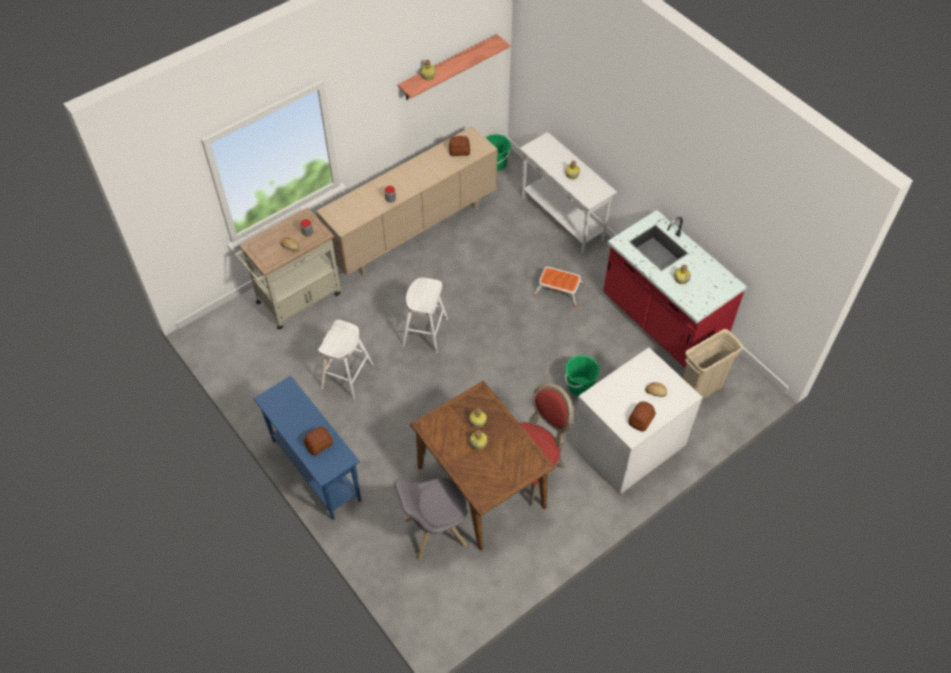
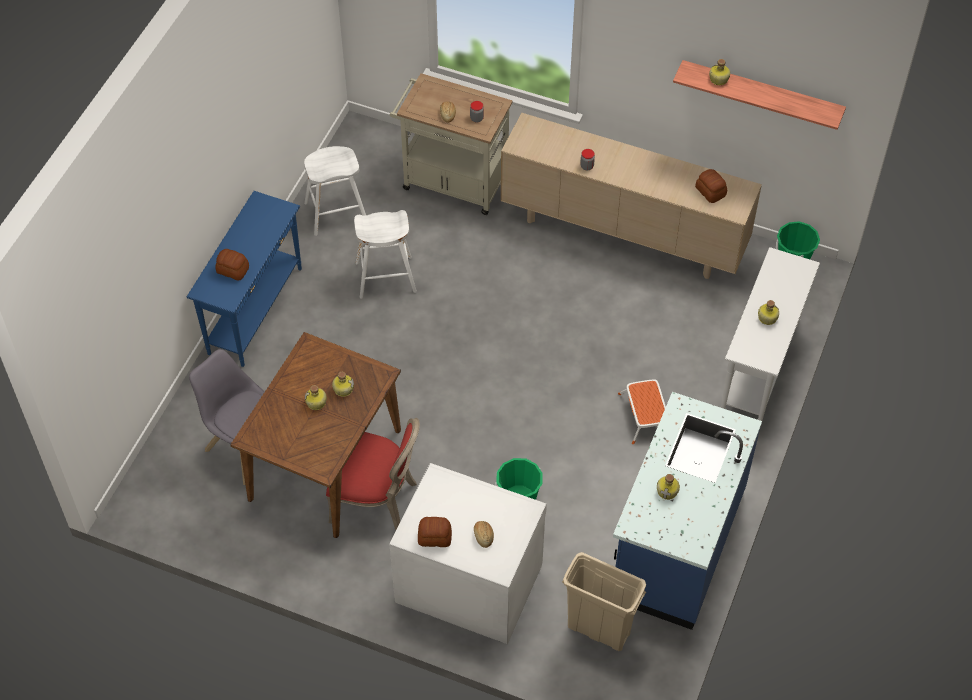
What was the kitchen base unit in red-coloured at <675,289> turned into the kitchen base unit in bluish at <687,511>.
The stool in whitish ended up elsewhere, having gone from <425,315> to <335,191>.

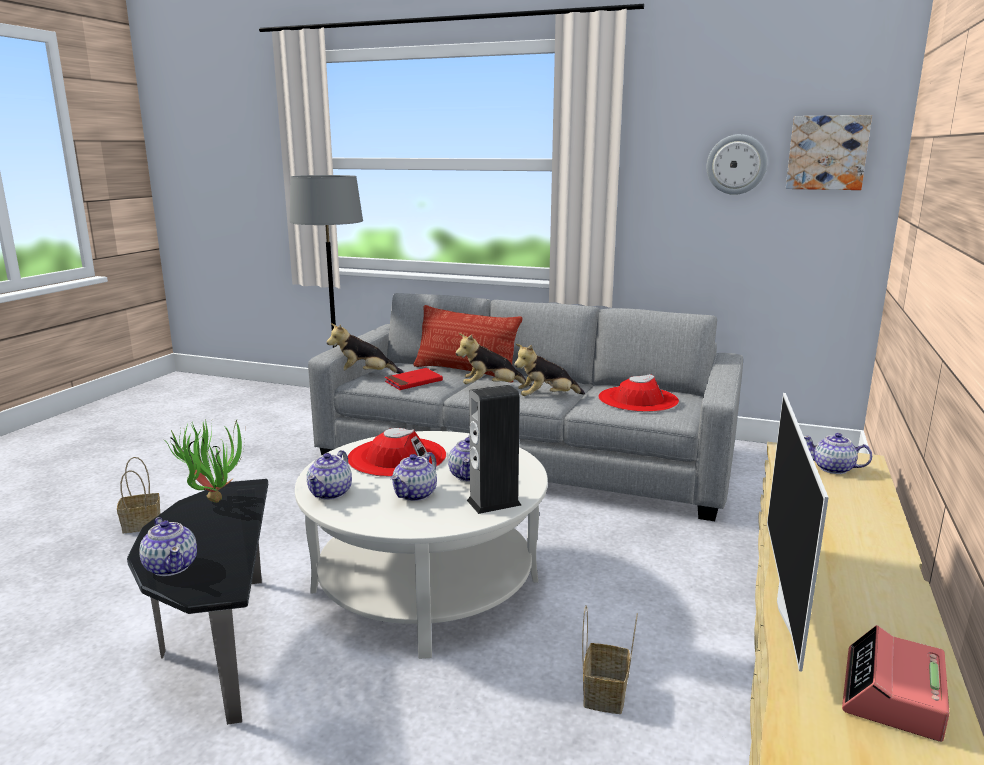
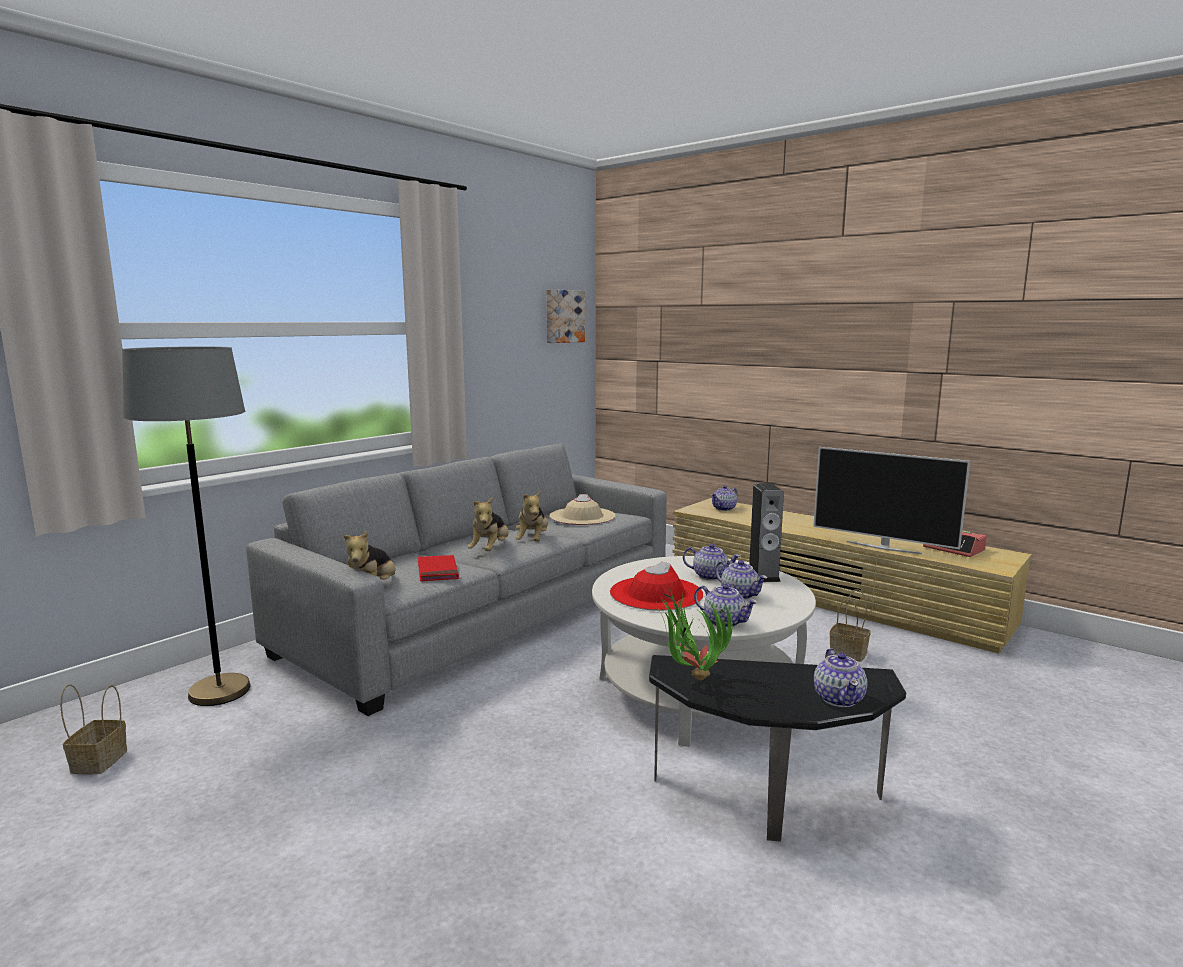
The second view lost the hanging clock at <737,164>.
The second view lost the pillow at <467,343>.
What was the clothing hat in red-coloured at <638,393> turned into the clothing hat in beige at <583,509>.
The storage basket ended up elsewhere, having gone from <138,495> to <93,729>.
The tea pot at <168,546> ended up facing another way, 105 degrees clockwise from before.

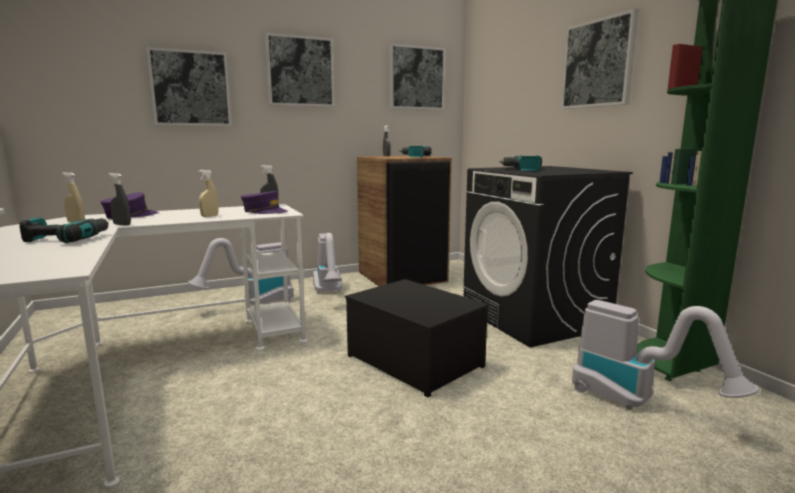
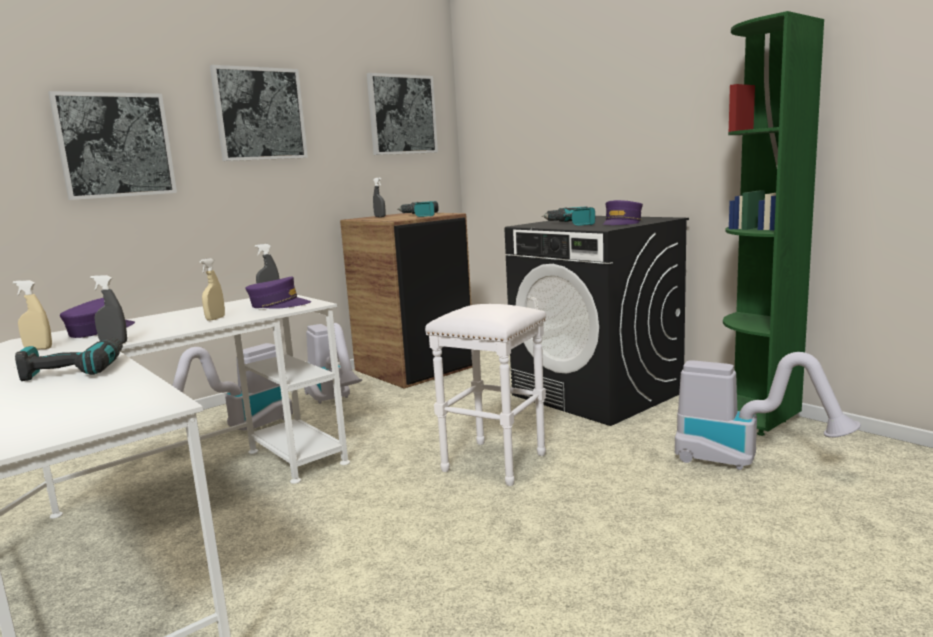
The second view lost the wall picture at <600,59>.
Where the storage box stood at <417,338>, the stool in whitish came to stand at <485,395>.
The second view gained the peaked cap in purple at <623,212>.

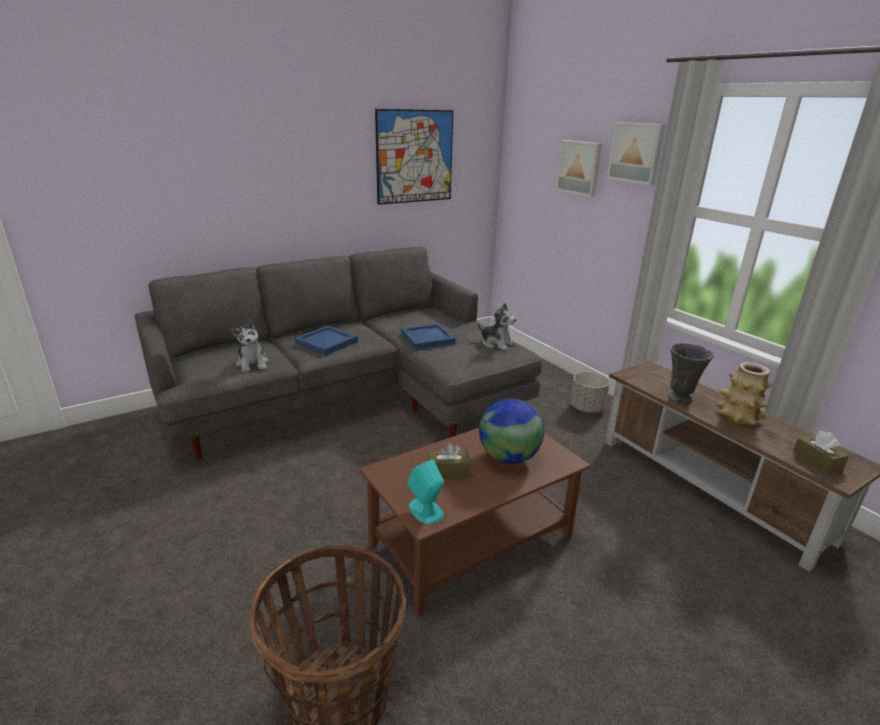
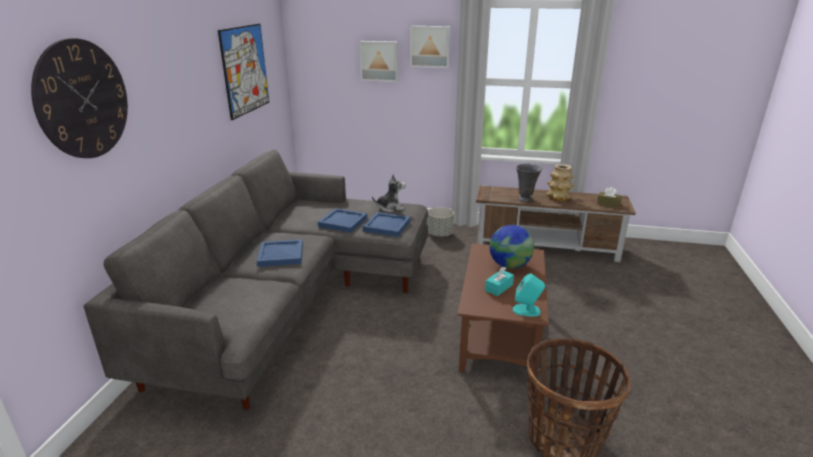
The second view lost the cuddly toy at <249,345>.
What was the box of tissues in brown-coloured at <449,460> turned into the box of tissues in turquoise-coloured at <499,281>.
The second view gained the hanging clock at <79,98>.
The second view gained the serving tray in bluish at <386,224>.

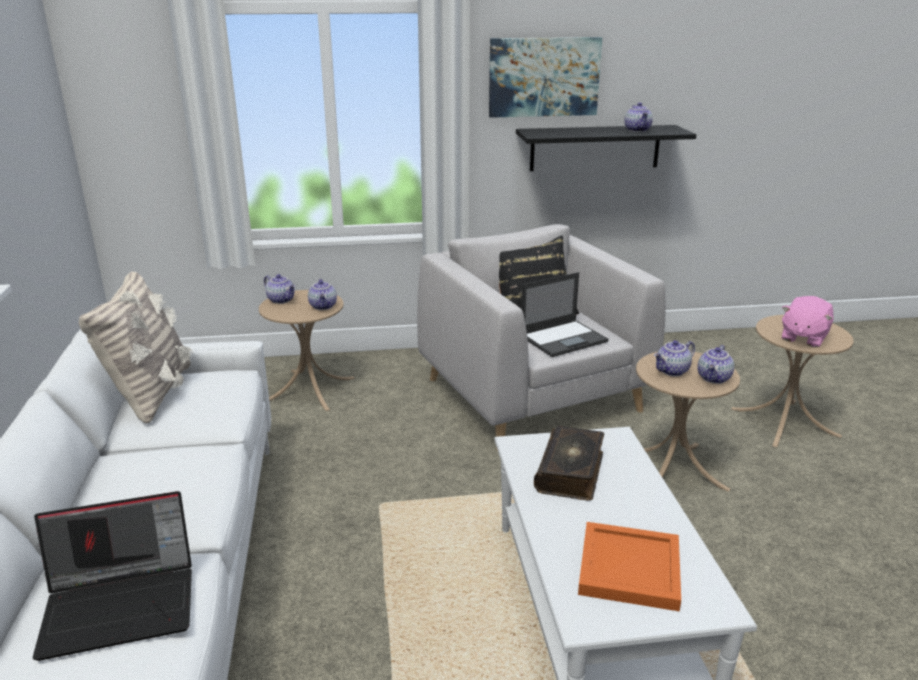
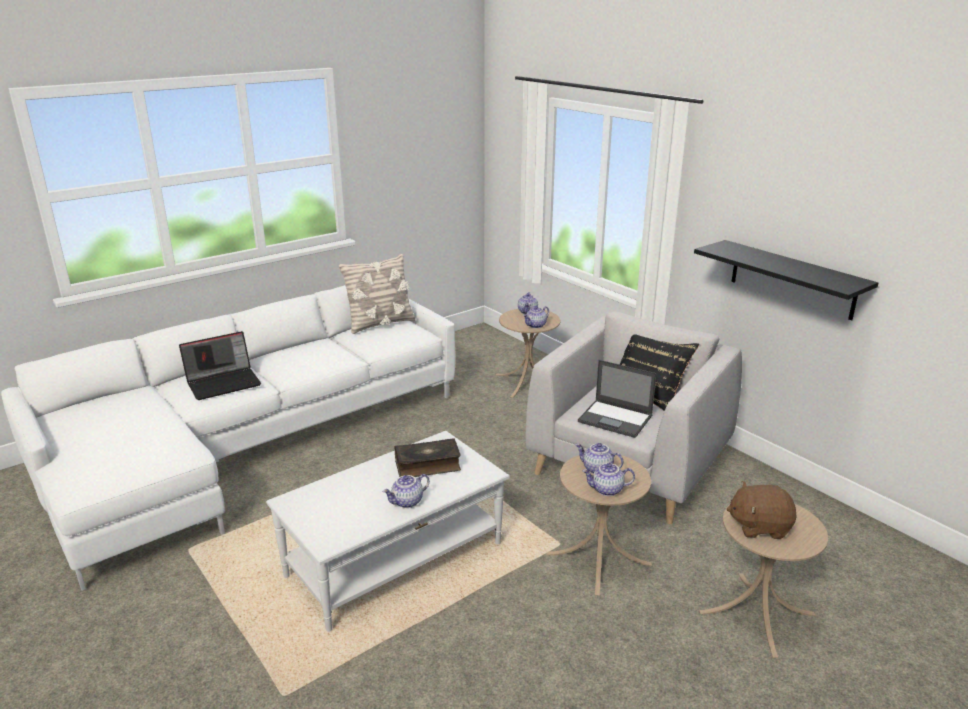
The second view lost the wall picture at <545,77>.
The tea pot ended up elsewhere, having gone from <638,117> to <406,491>.
What was the cuddly toy in pink-coloured at <808,321> turned into the cuddly toy in brown-coloured at <762,510>.
The notebook computer at <112,576> ended up facing another way, 75 degrees counterclockwise from before.
The second view lost the serving tray in orange-coloured at <629,567>.

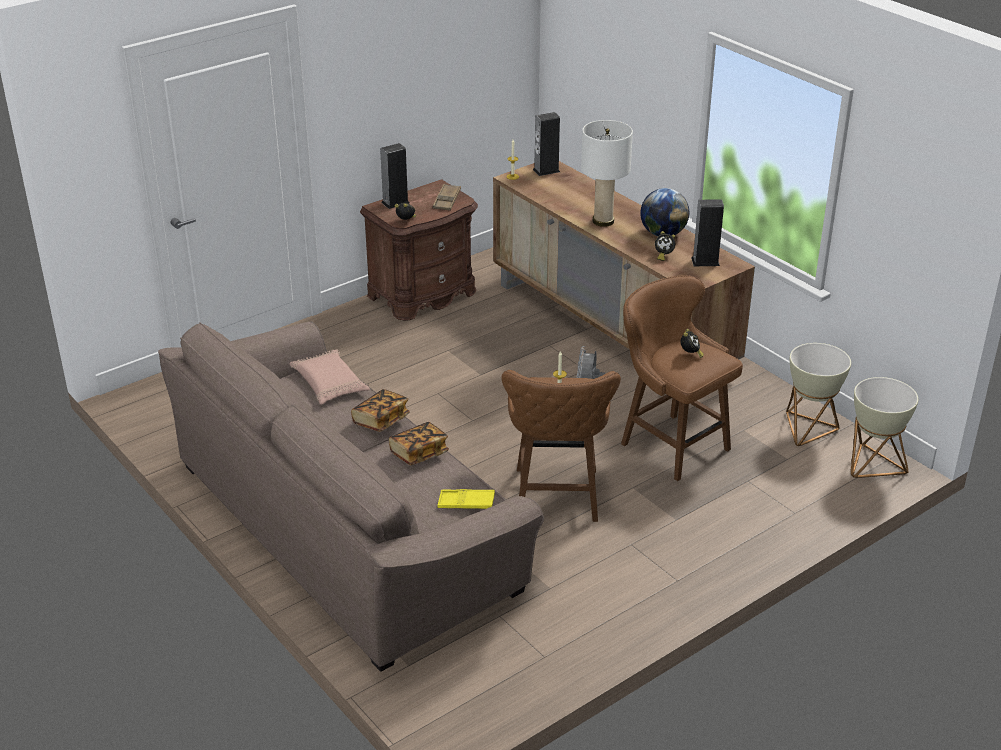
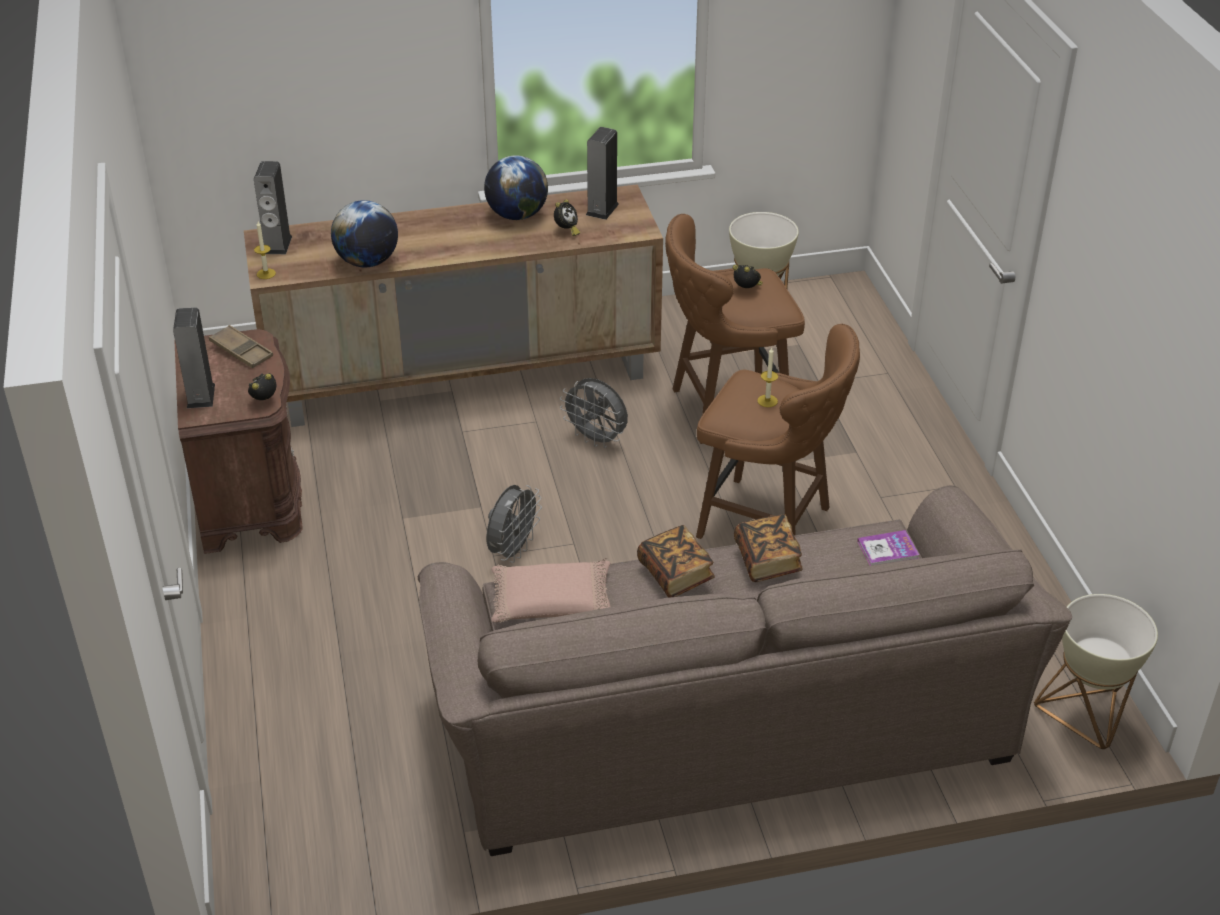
The second view lost the table lamp in whitish at <607,173>.
The planter ended up elsewhere, having gone from <884,427> to <1096,671>.
Where the serving tray in yellow-coloured stood at <466,499>, the book came to stand at <888,548>.
The second view gained the globe at <364,233>.
The second view gained the electric fan in greyish at <514,524>.

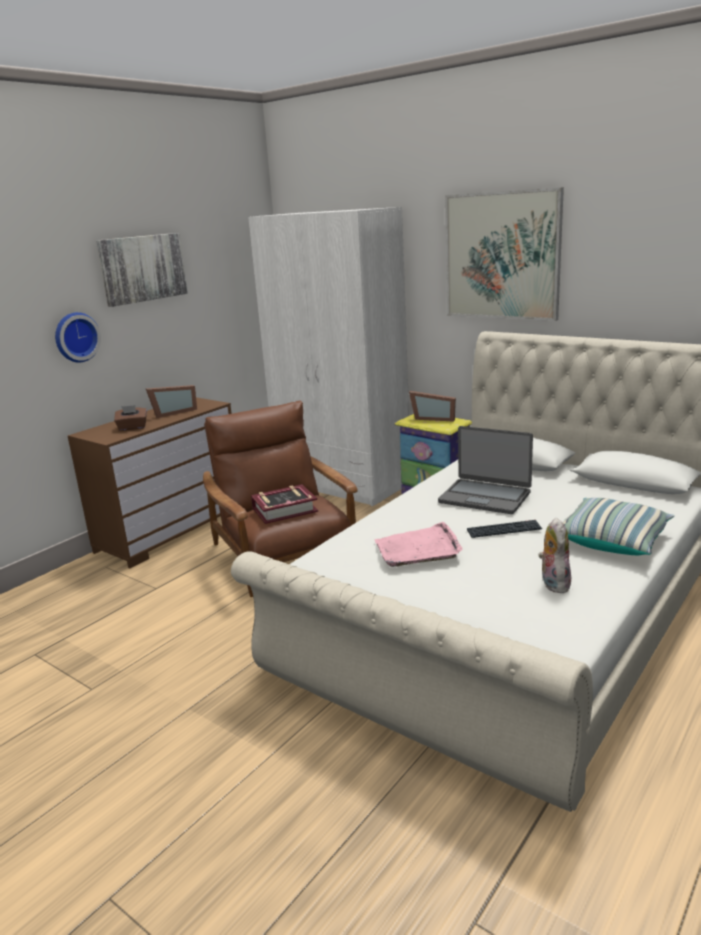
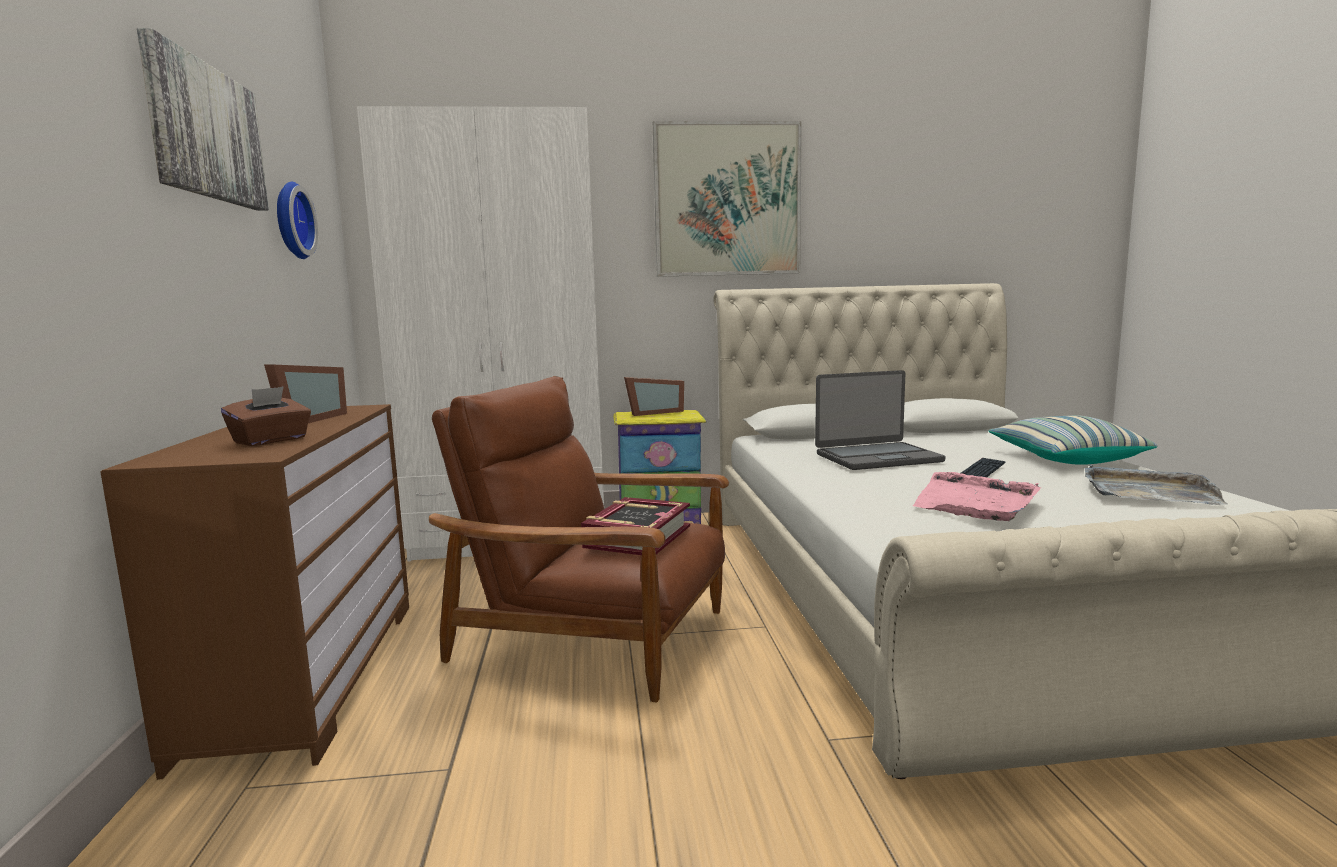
The hanging clock ended up elsewhere, having gone from <78,337> to <297,220>.
Where the cuddly toy stood at <554,555>, the serving tray in greyish came to stand at <1156,484>.

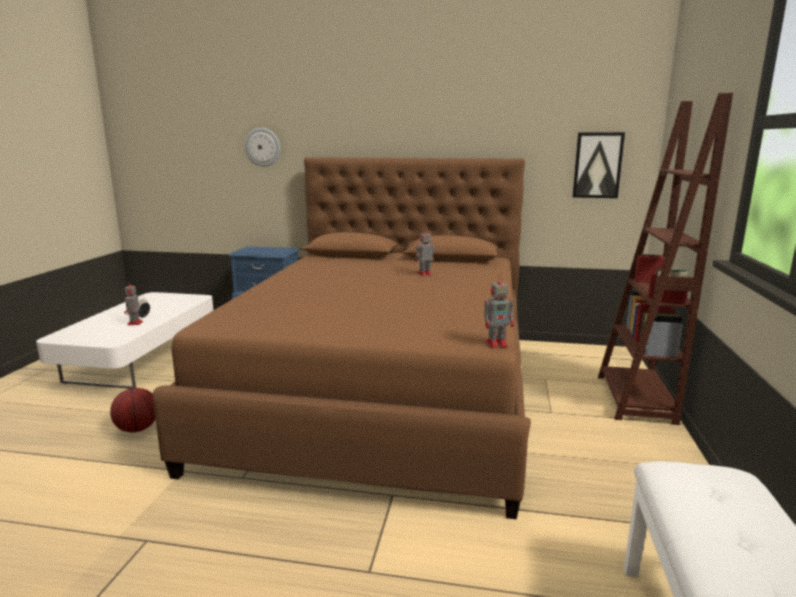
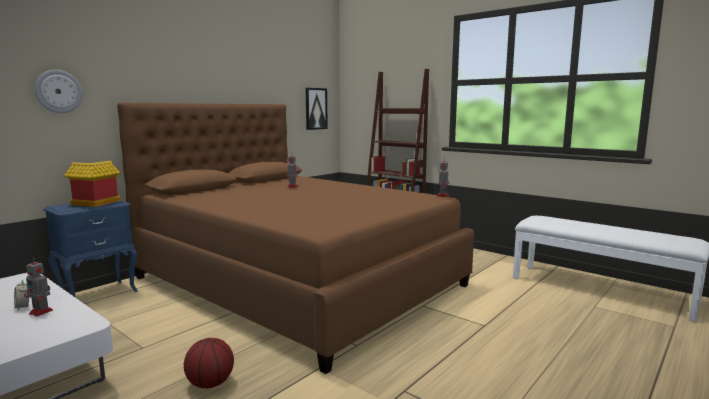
The second view gained the model house at <92,184>.

